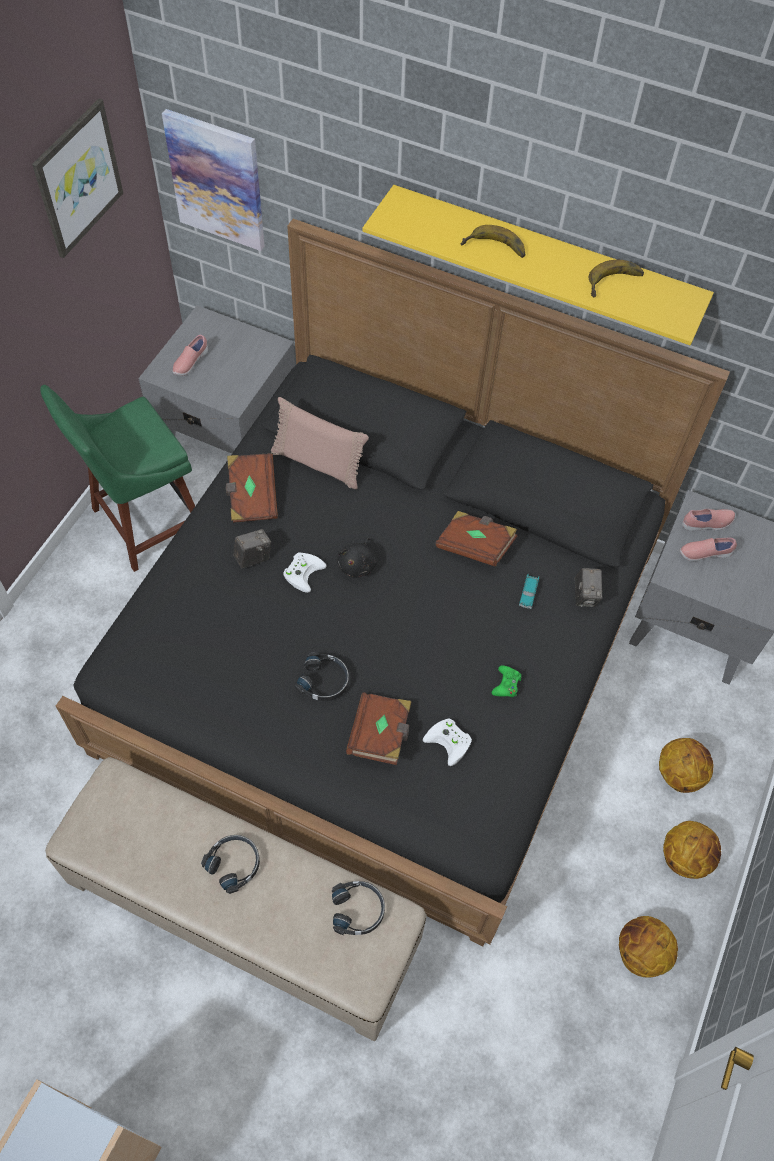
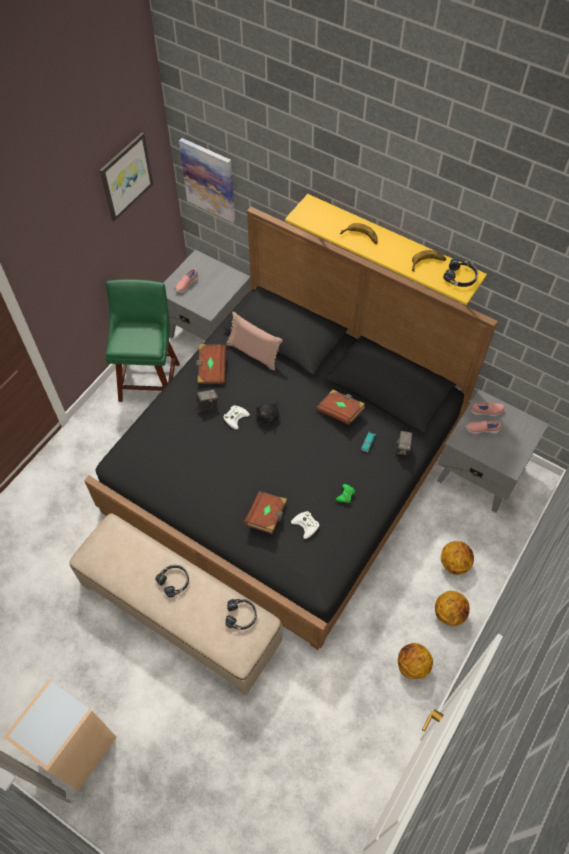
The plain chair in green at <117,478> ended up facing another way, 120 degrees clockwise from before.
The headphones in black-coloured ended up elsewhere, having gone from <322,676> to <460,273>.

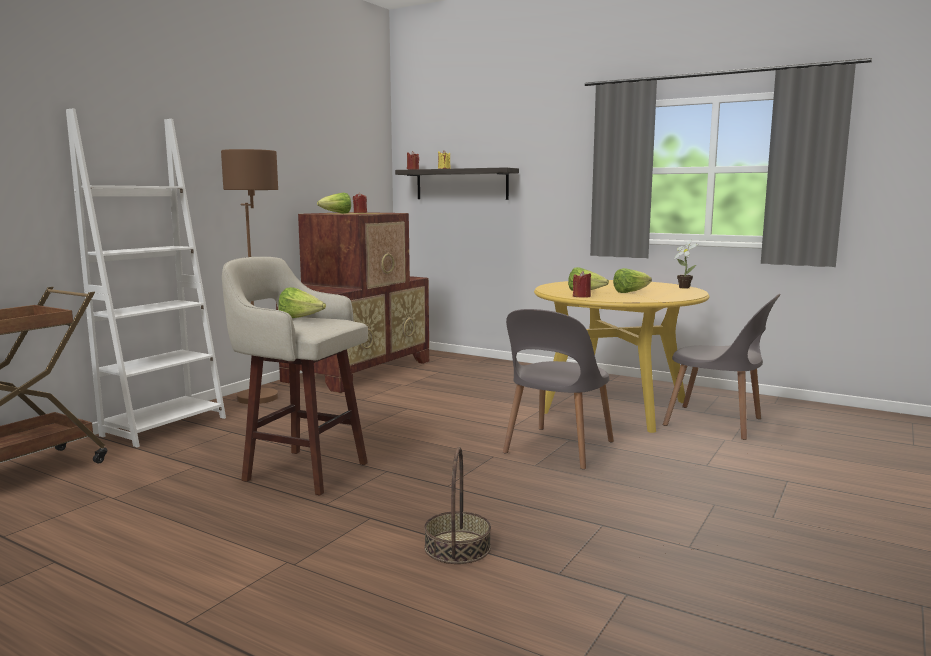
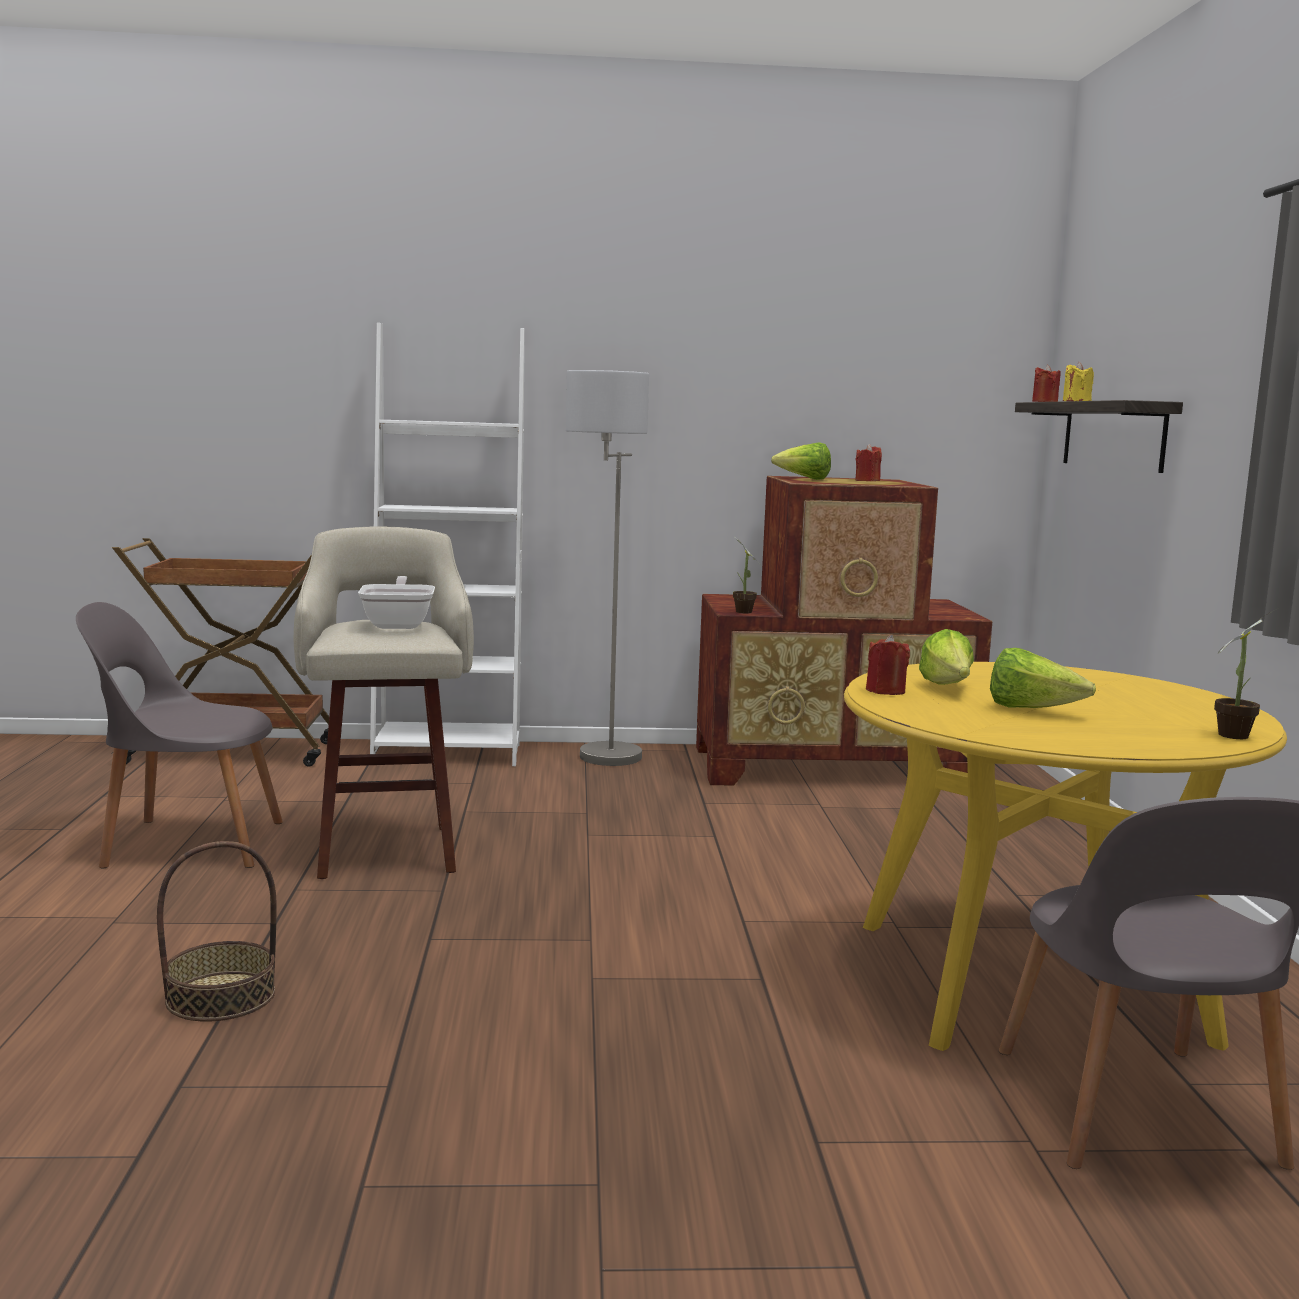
What was the standard lamp in brown-coloured at <249,276> turned into the standard lamp in greyish at <607,568>.
Where the lettuce head stood at <302,302>, the skillet came to stand at <396,602>.
The plain chair in greyish ended up elsewhere, having gone from <558,389> to <179,735>.
The second view gained the plant in a pot at <747,575>.

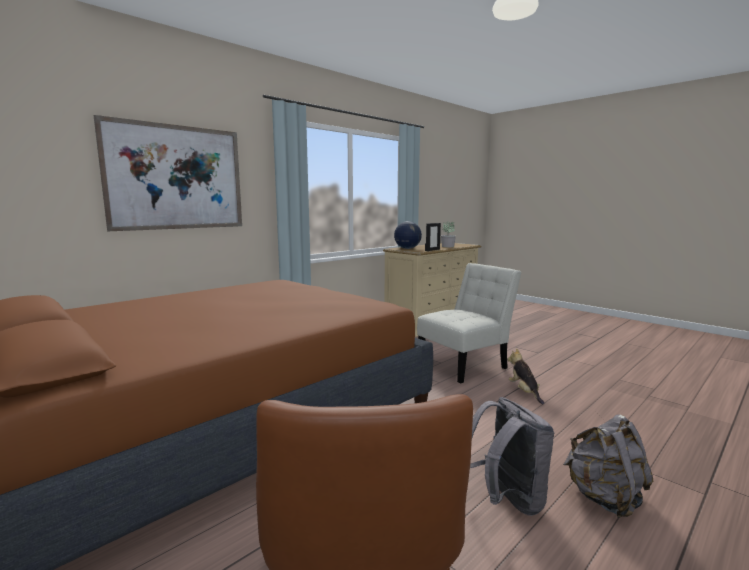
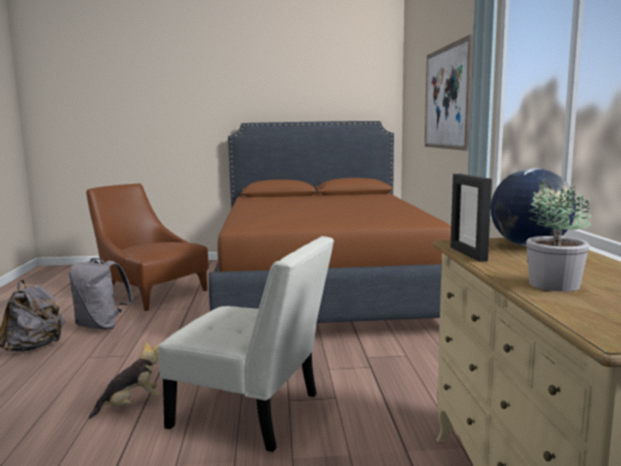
The plain chair in whitish at <469,323> ended up facing another way, 75 degrees counterclockwise from before.
The cuddly toy at <525,376> ended up facing another way, 60 degrees counterclockwise from before.

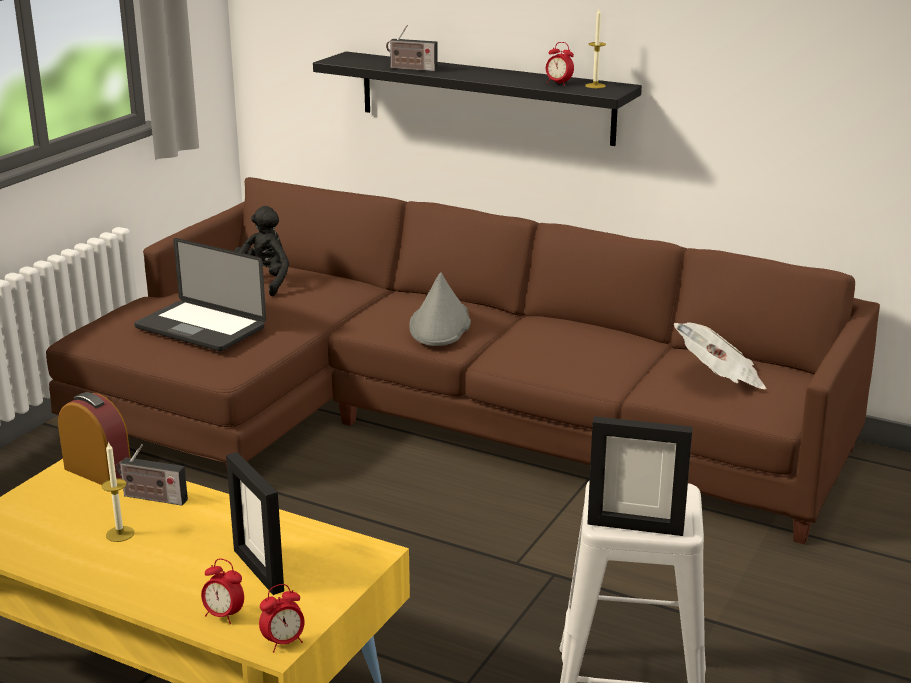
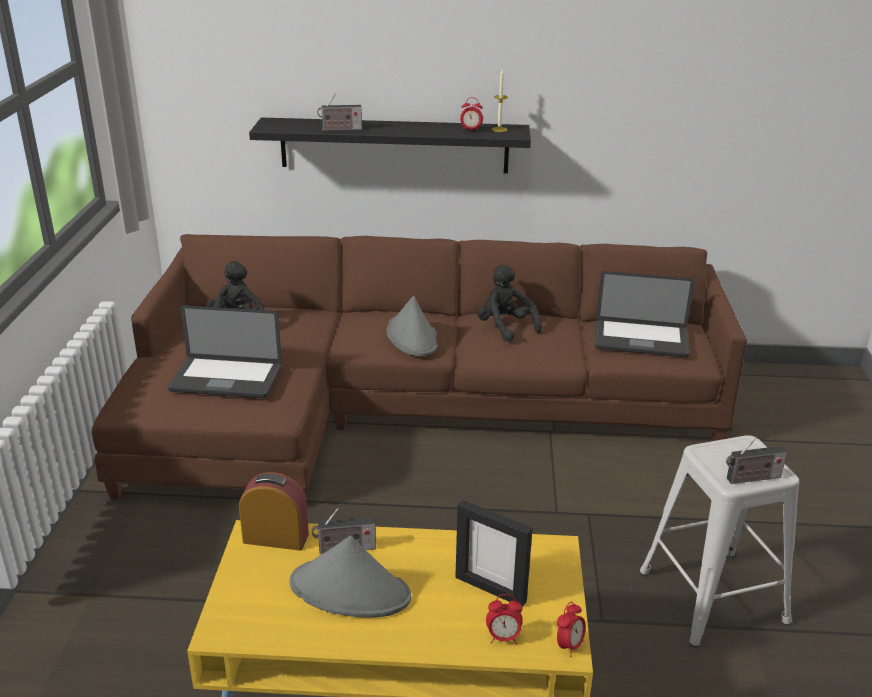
Where the newspaper stood at <720,355>, the notebook computer came to stand at <644,314>.
Where the standing frame stood at <640,476>, the radio receiver came to stand at <756,460>.
Where the candle stood at <118,491>, the clothing hat in greyish came to stand at <350,577>.
The second view gained the cuddly toy in black-coloured at <509,303>.

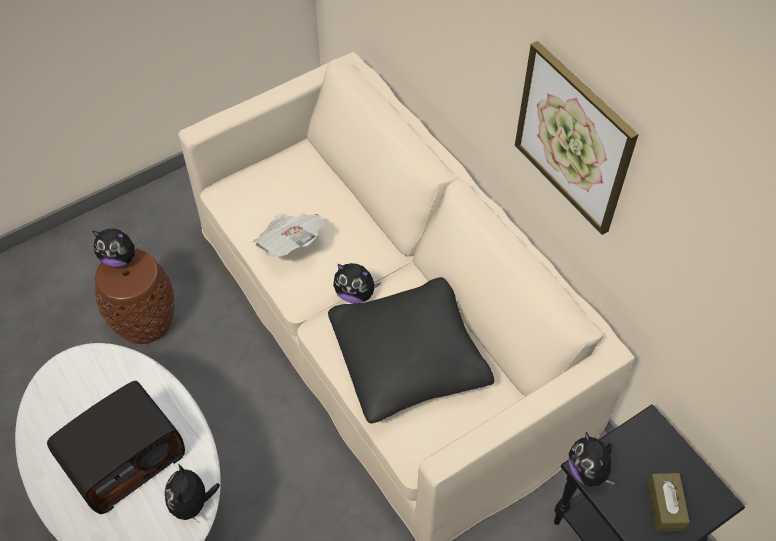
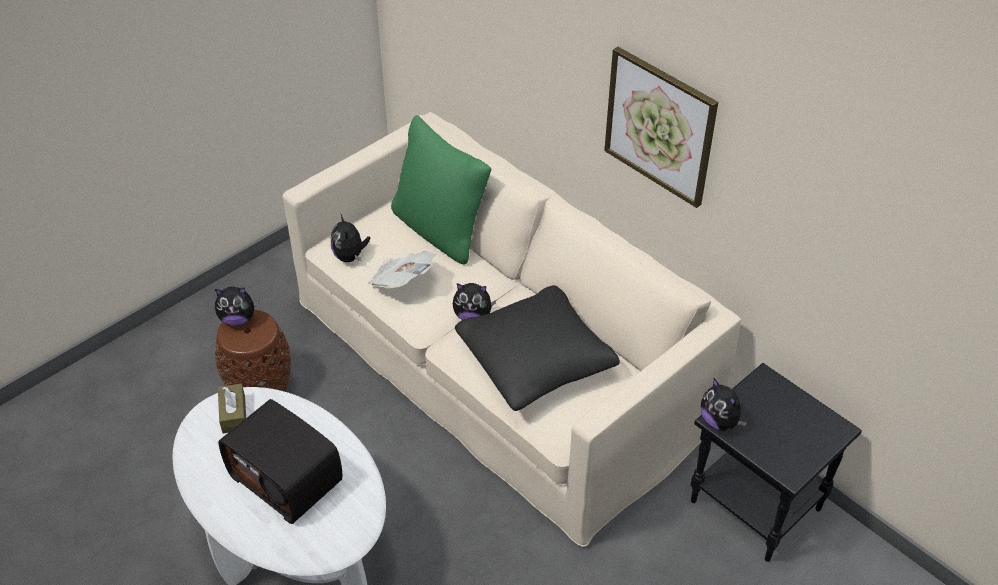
The radio receiver at <116,447> ended up facing another way, 90 degrees clockwise from before.
The cuddly toy ended up elsewhere, having gone from <192,492> to <351,237>.
The box of tissues in brown-coloured ended up elsewhere, having gone from <669,502> to <232,408>.
The second view gained the pillow in green at <441,190>.

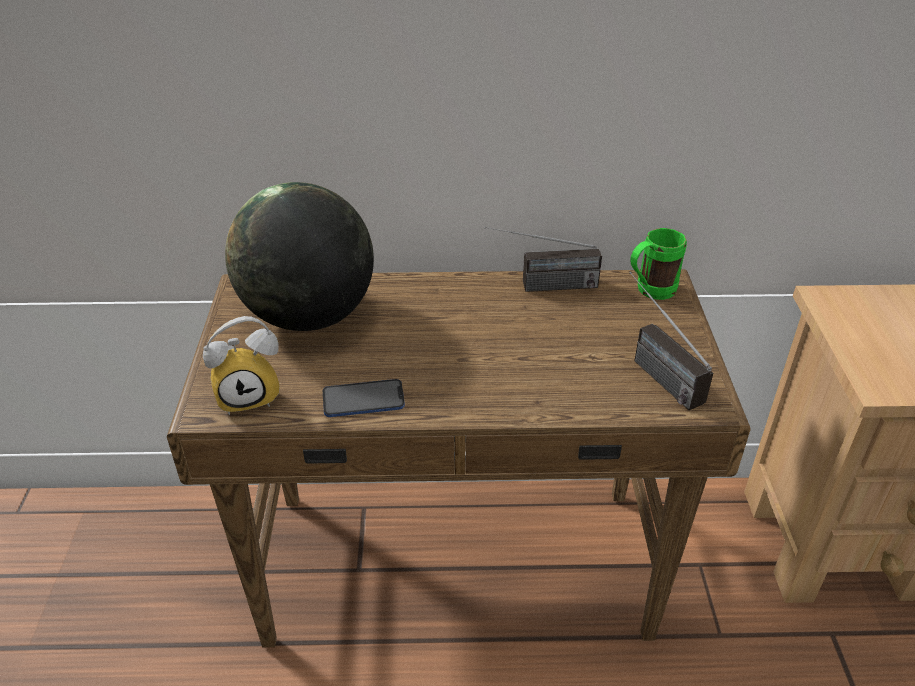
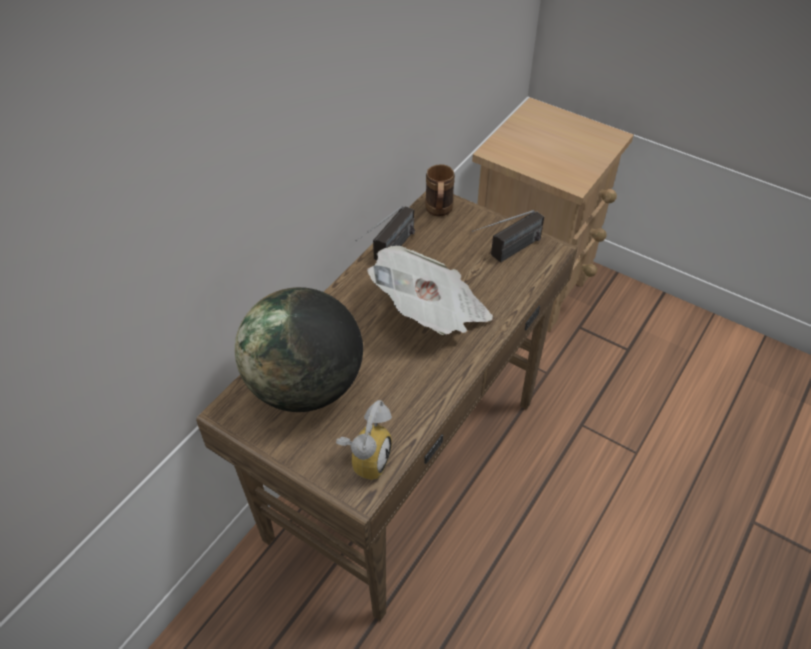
What was the mug in green at <658,264> turned into the mug in brown-coloured at <440,190>.
The radio receiver at <671,341> ended up facing another way, 45 degrees counterclockwise from before.
The second view lost the handset at <364,398>.
The second view gained the newspaper at <430,291>.

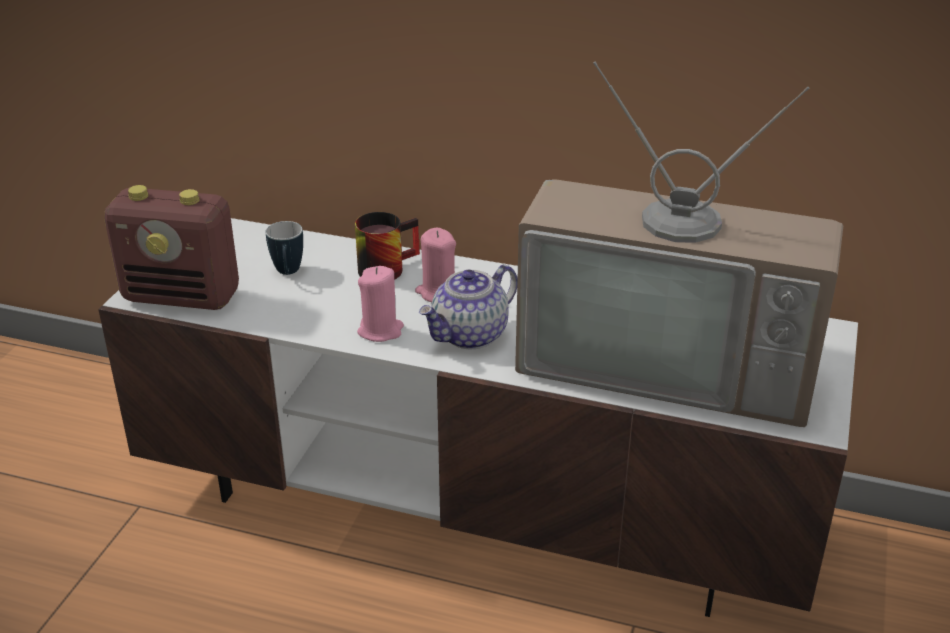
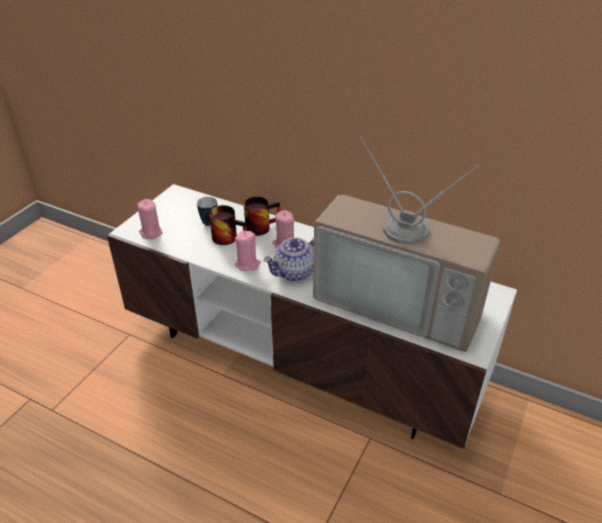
Where the radio receiver stood at <171,247>, the candle in pink-coloured came to stand at <150,219>.
The second view gained the mug at <227,225>.

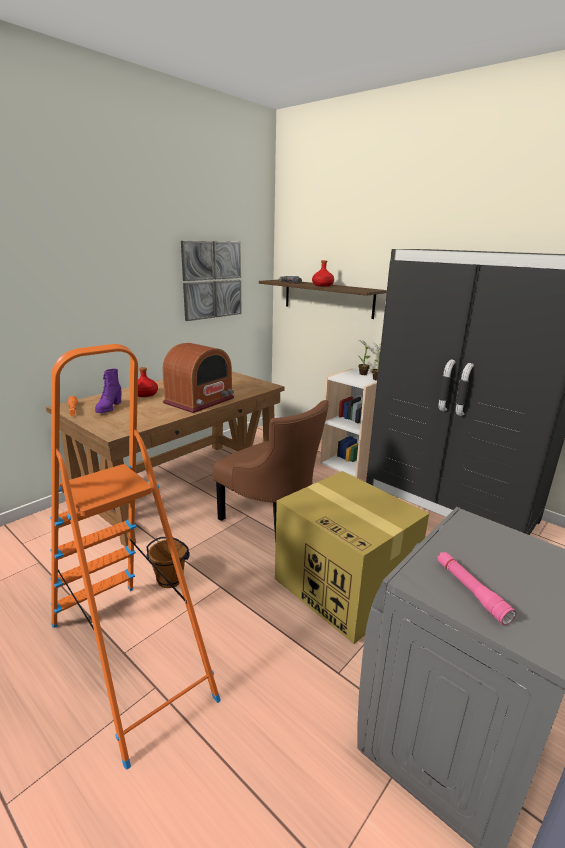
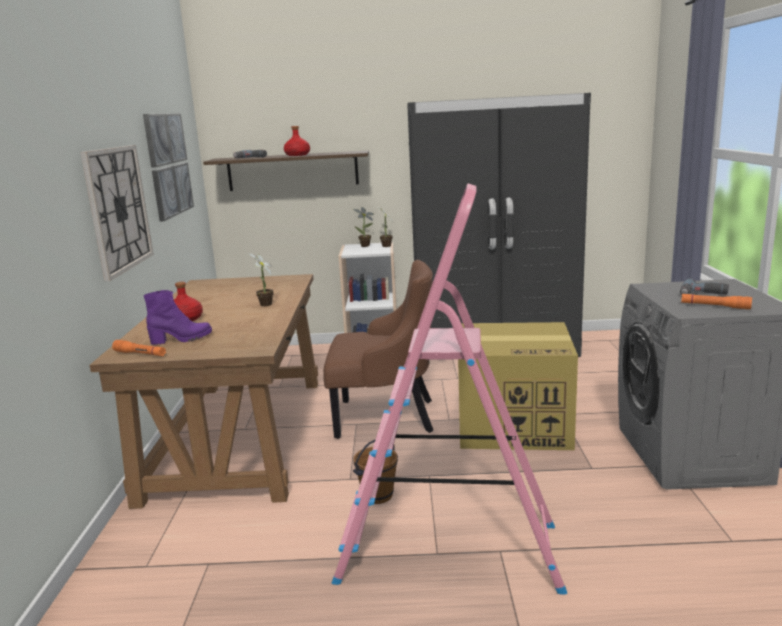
Where the radio receiver stood at <198,378>, the plant in a pot came to stand at <261,279>.
What was the stepladder in orange-coloured at <135,557> turned into the stepladder in pink-coloured at <449,389>.
The tall boot in purple at <108,391> ended up facing another way, 75 degrees counterclockwise from before.
What was the hand torch in pink-coloured at <476,588> turned into the hand torch in orange-coloured at <716,301>.
The second view gained the hanging clock at <117,213>.
The second view gained the electric drill at <704,286>.

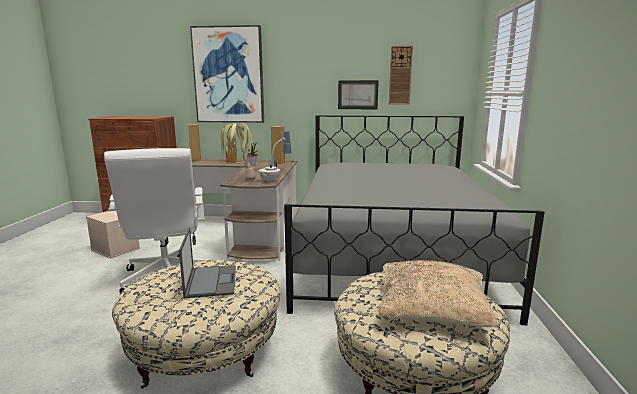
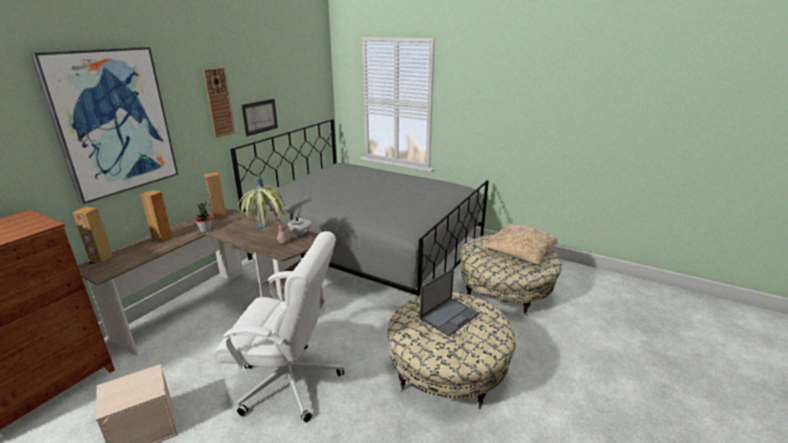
The hanging clock ended up elsewhere, having gone from <401,75> to <219,102>.
The notebook computer at <207,263> ended up facing another way, 120 degrees clockwise from before.

